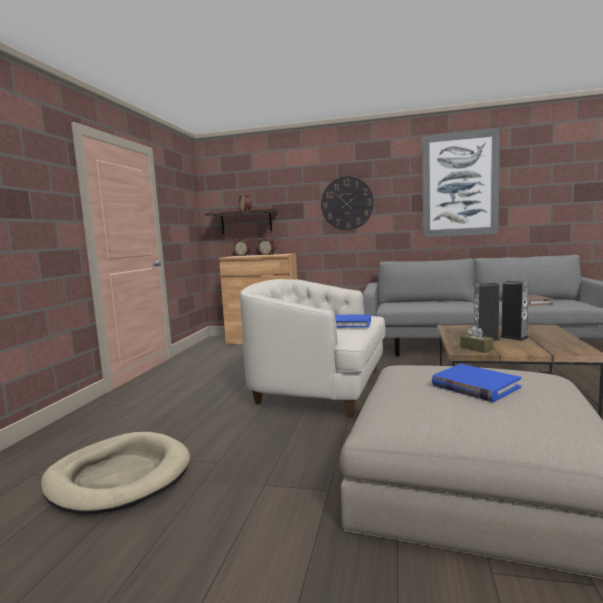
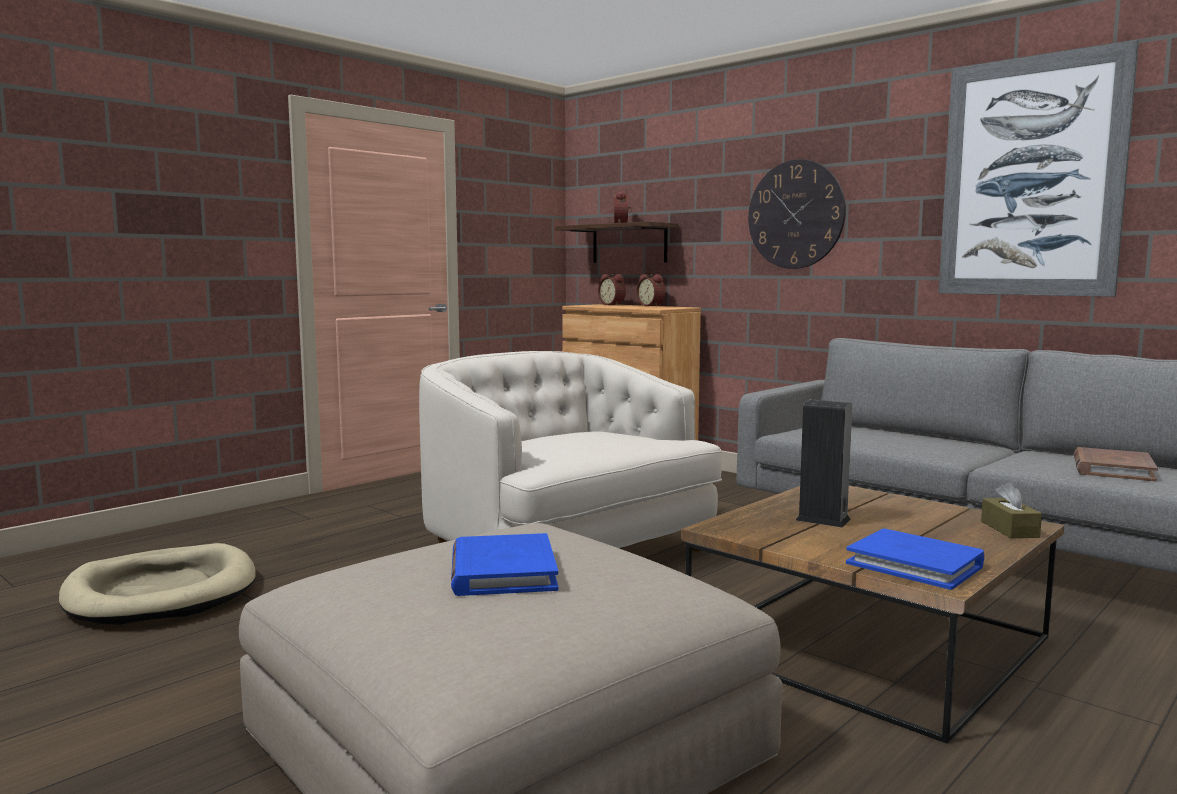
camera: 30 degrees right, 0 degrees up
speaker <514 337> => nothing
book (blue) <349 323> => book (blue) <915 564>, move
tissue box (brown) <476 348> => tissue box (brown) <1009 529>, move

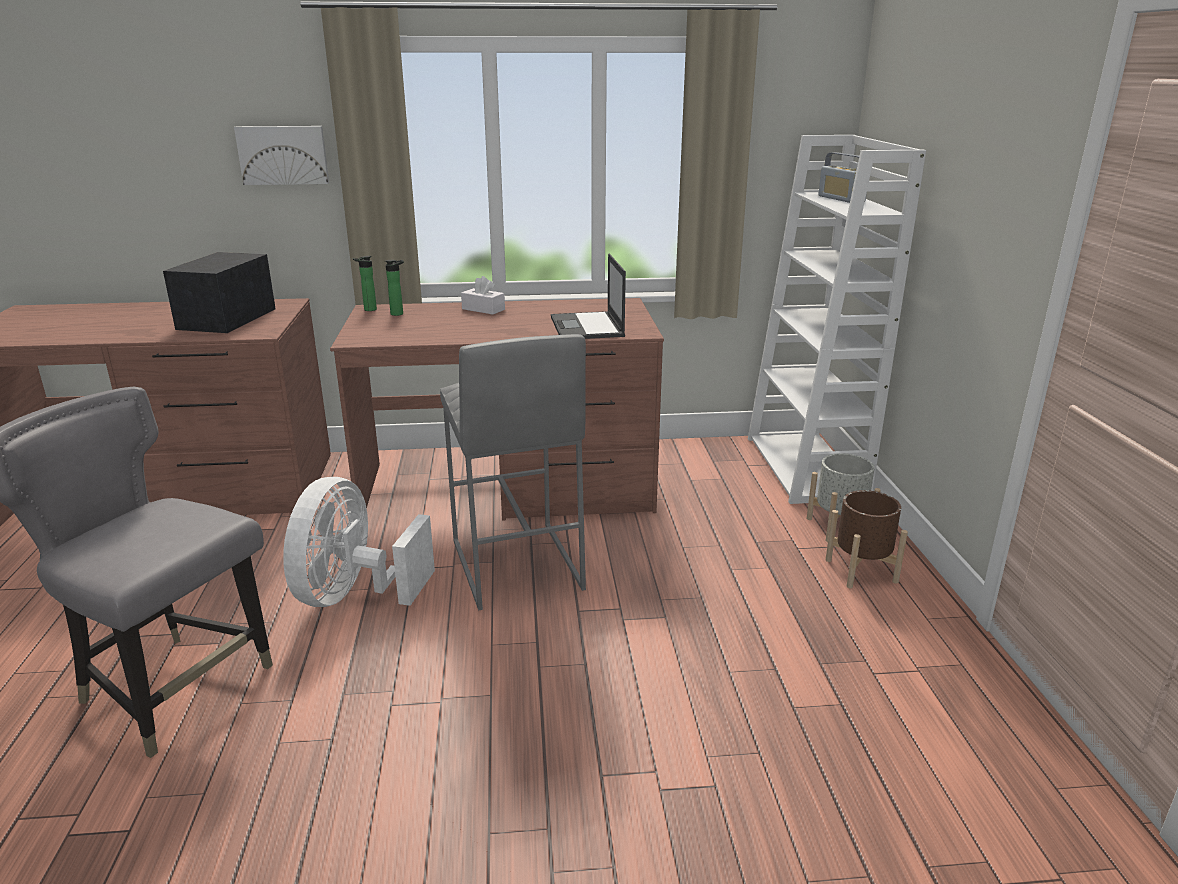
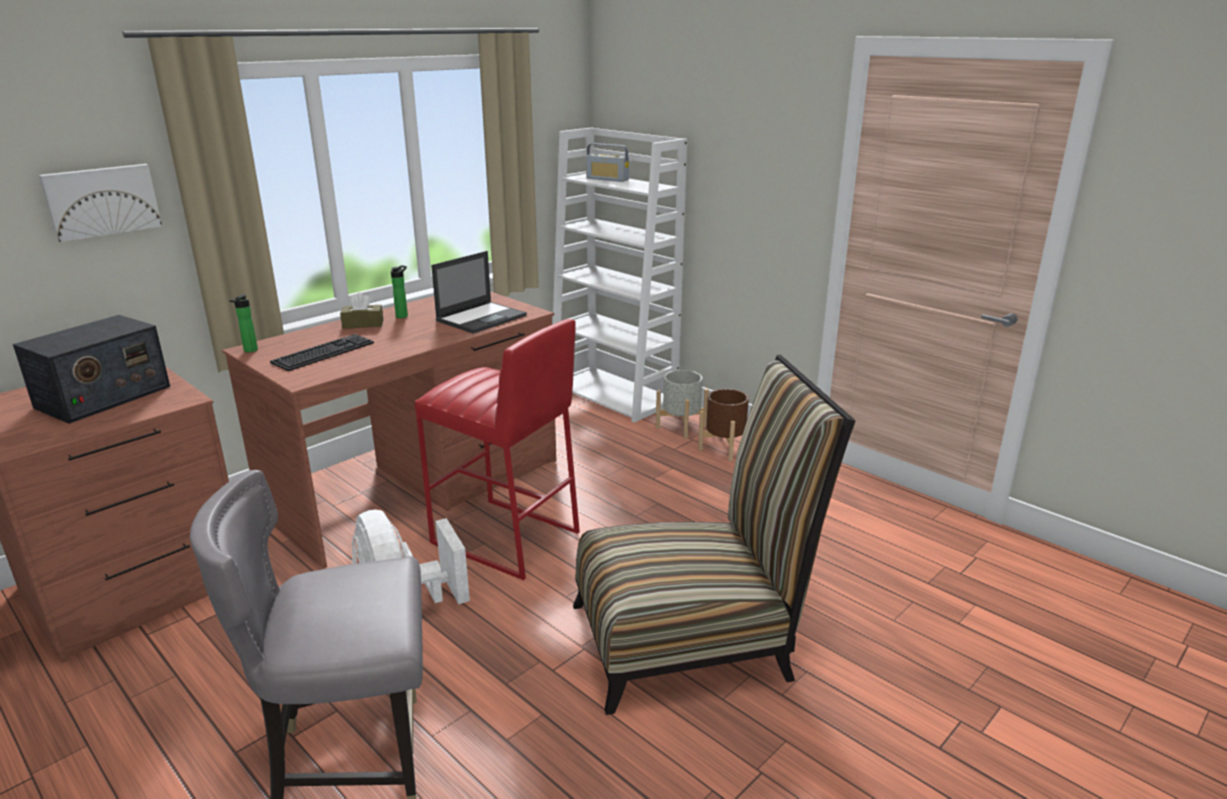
camera: 40 degrees left, 0 degrees up
nothing => keyboard <323 352>
nothing => chair <693 638>
bottle <399 314> => bottle <403 316>, move
stool (grey) <515 565> => stool (red) <505 538>
tissue box (white) <483 309> => tissue box (brown) <363 324>
radio <227 318> => radio <103 397>, 120 degrees counterclockwise
laptop <587 327> => laptop <482 318>, 90 degrees counterclockwise

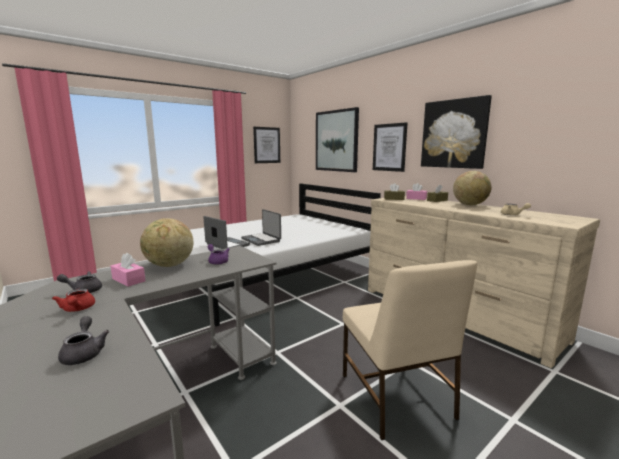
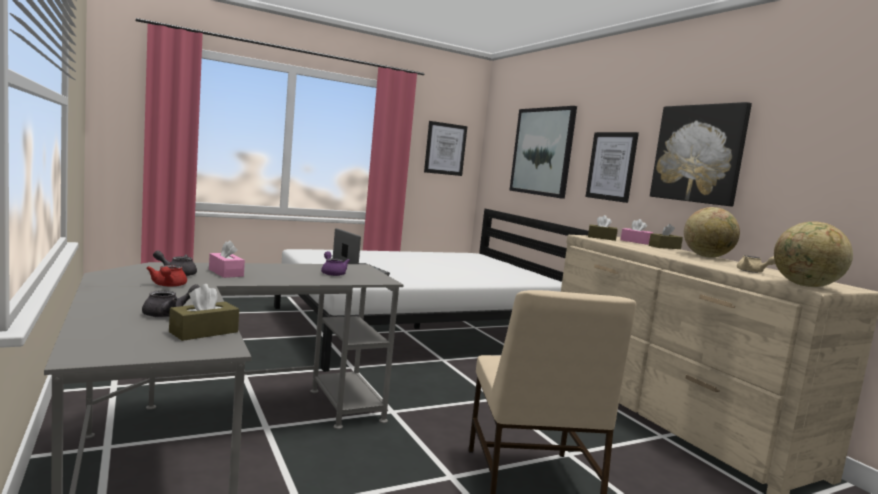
camera: 10 degrees right, 5 degrees down
laptop <261 240> => nothing
nothing => tissue box (brown) <204 332>
globe <169 265> => globe <805 286>, move
teapot (grey) <84 353> => teapot (grey) <169 314>, 60 degrees clockwise

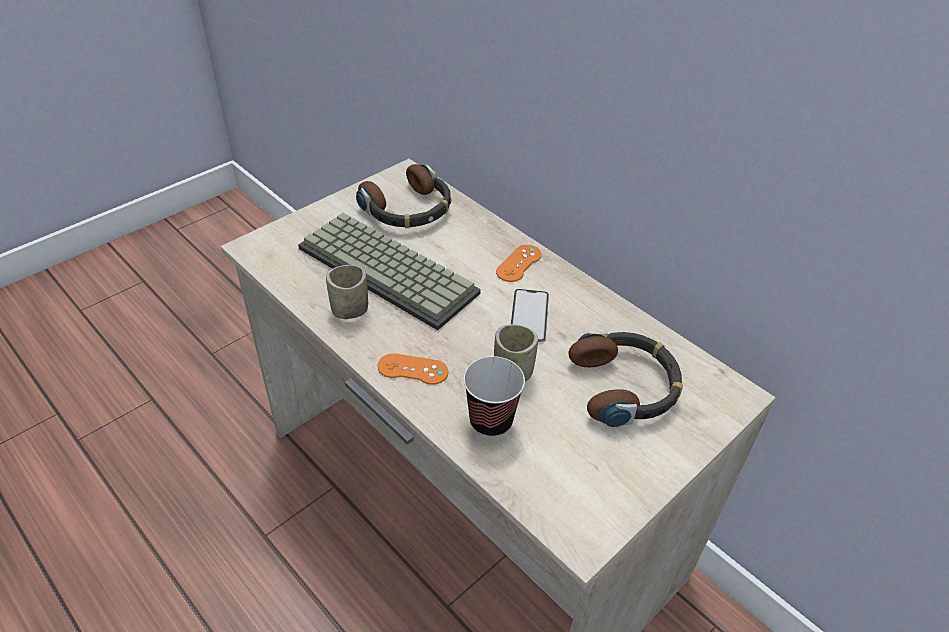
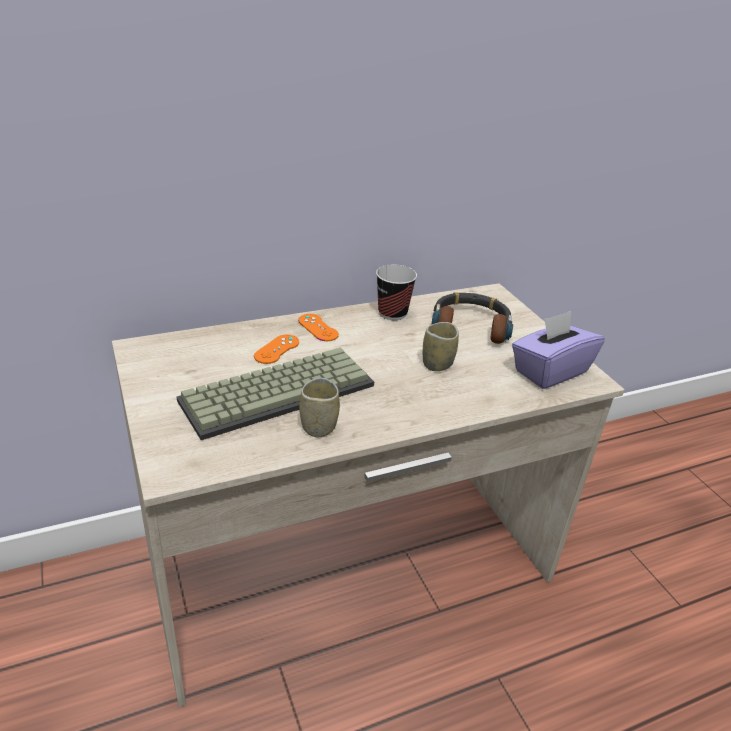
camera: 70 degrees left, 10 degrees down
headphones <408 209> => nothing
phone <529 315> => nothing
nothing => tissue box (purple) <550 371>
game controller (orange) <412 369> => game controller (orange) <277 349>, move
cup <491 421> => cup <392 313>, move

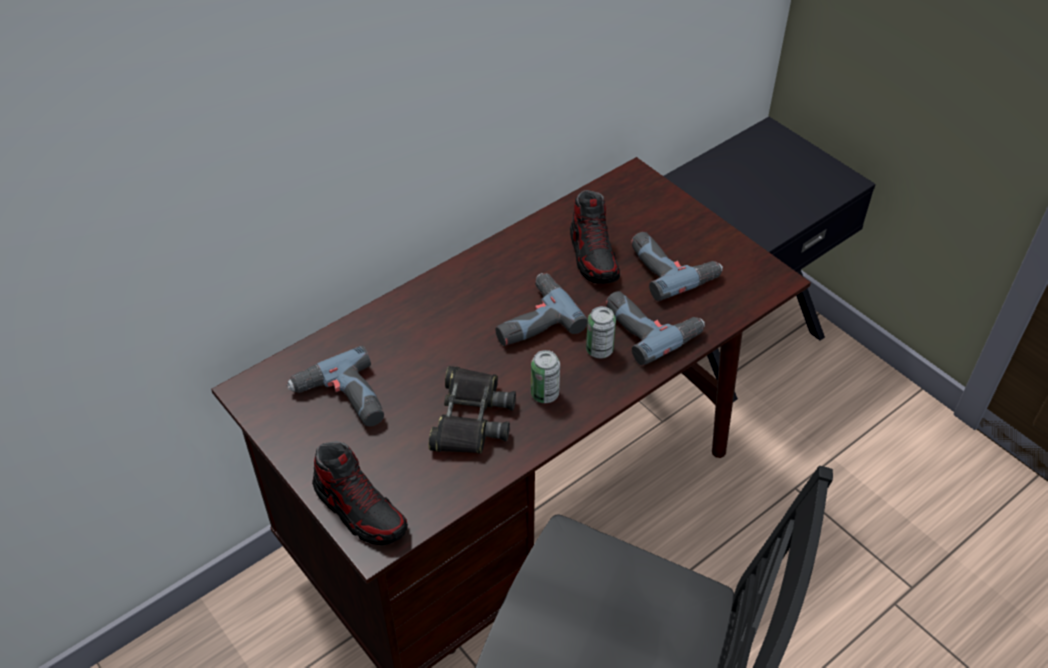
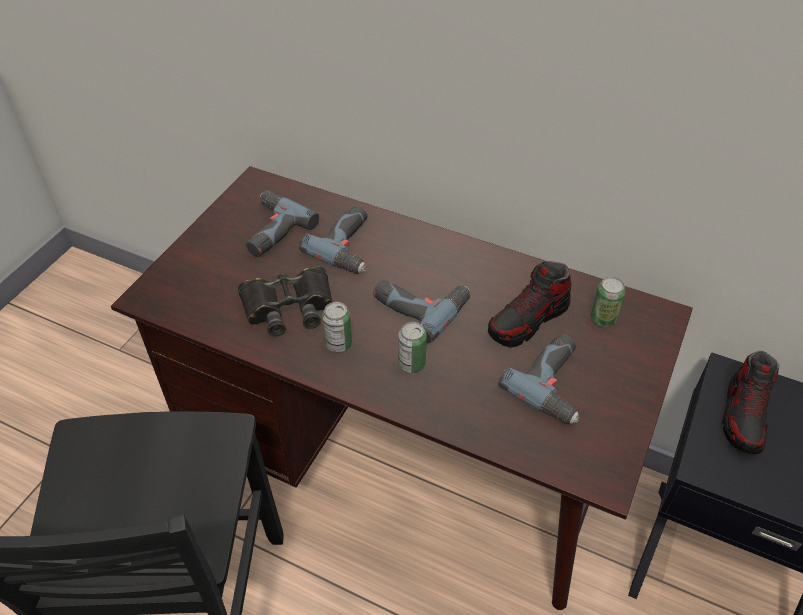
camera: 65 degrees right, 0 degrees up
nothing => can <603 318>
shoe <360 509> => shoe <744 416>, move
power drill <650 327> => power drill <350 246>, move

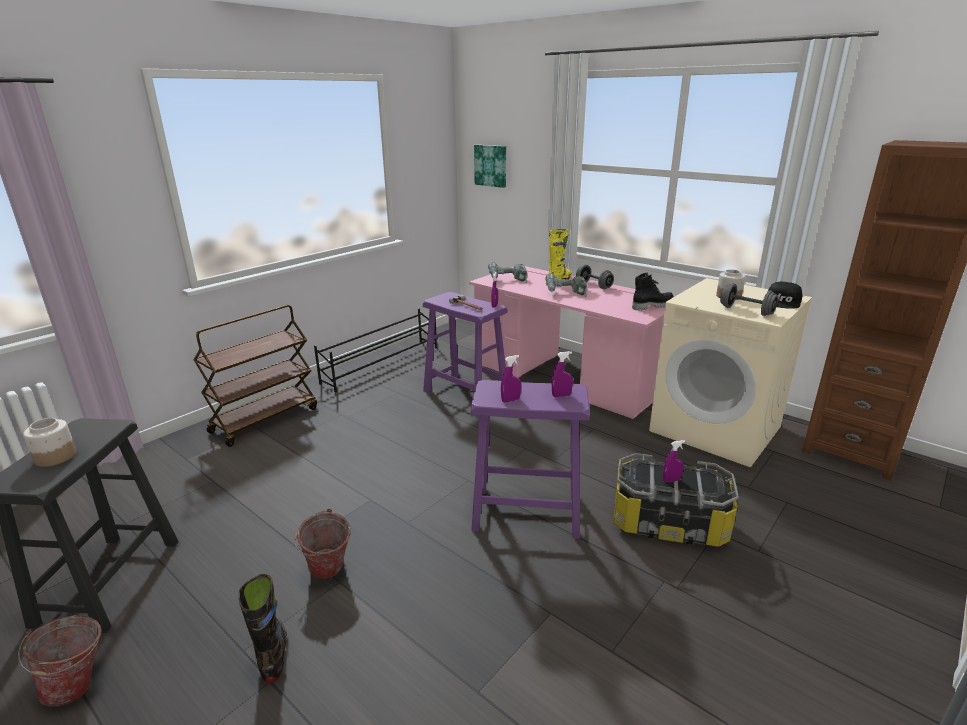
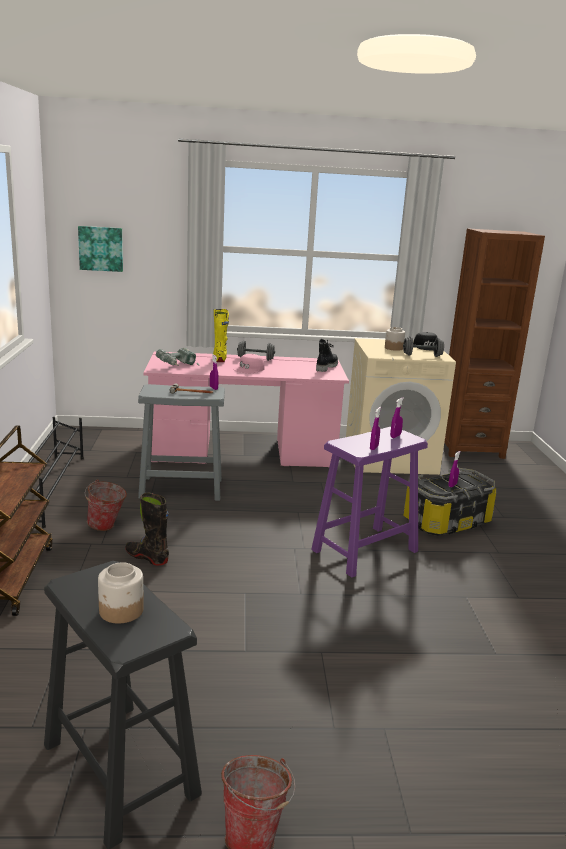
camera: 45 degrees left, 5 degrees down
boot (black) <273 654> => boot (black) <147 557>, move
bucket <328 572> => bucket <106 527>, move
power drill <565 294> => cap (pink) <249 369>
stool (purple) <465 393> => stool (grey) <180 488>

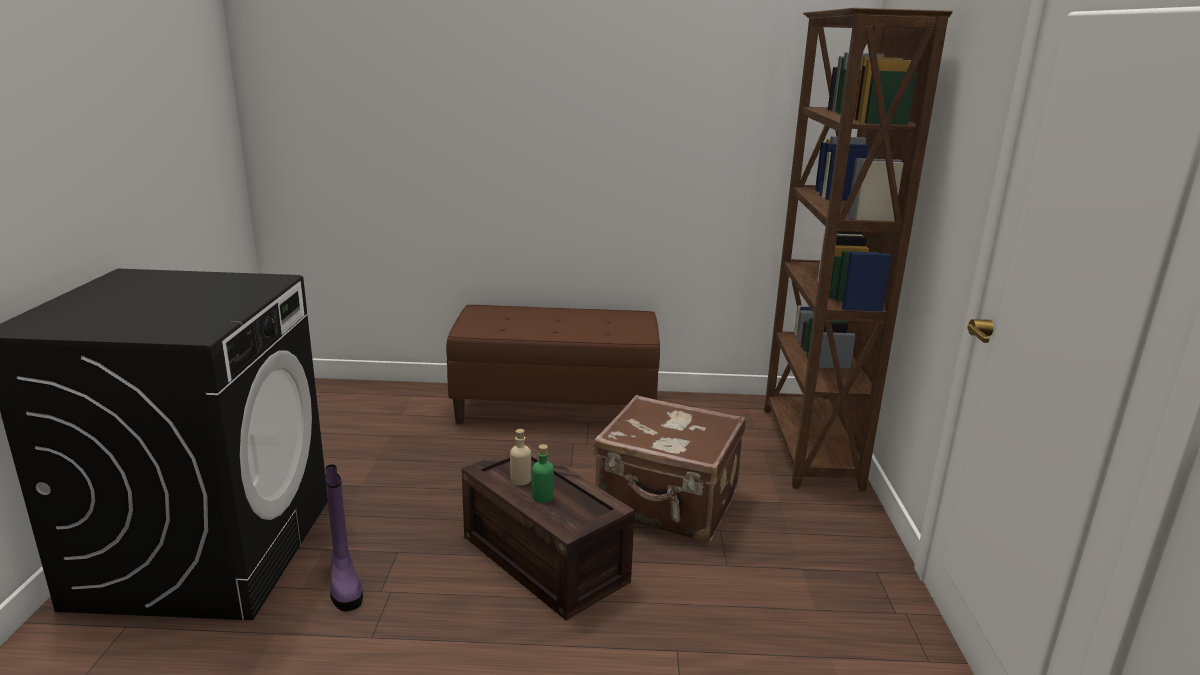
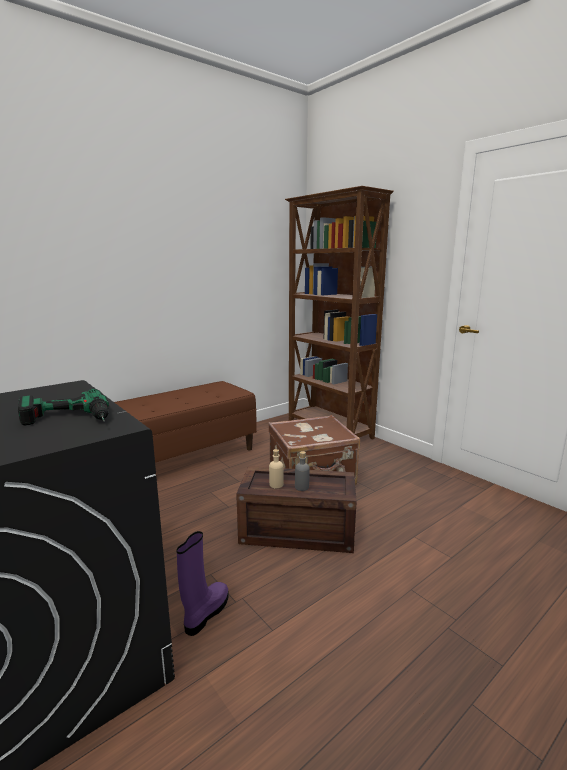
camera: 40 degrees left, 5 degrees down
nothing => power drill <67 420>
bottle (green) <542 496> => bottle (grey) <302 487>
boot (purple) <344 584> => boot (purple) <206 613>, 90 degrees counterclockwise

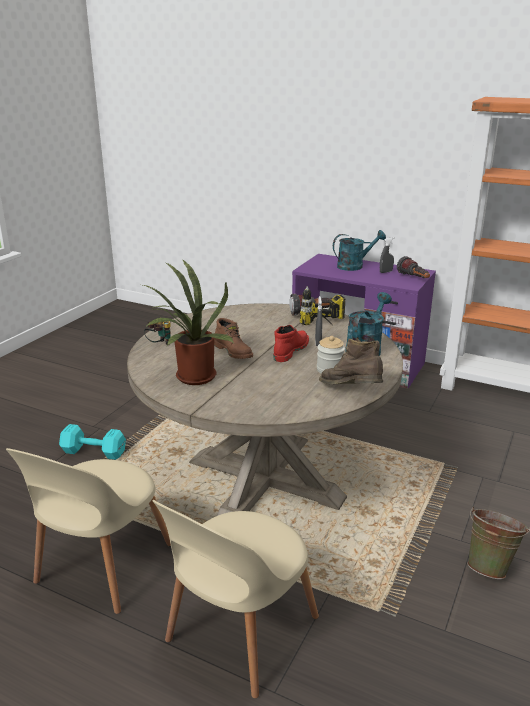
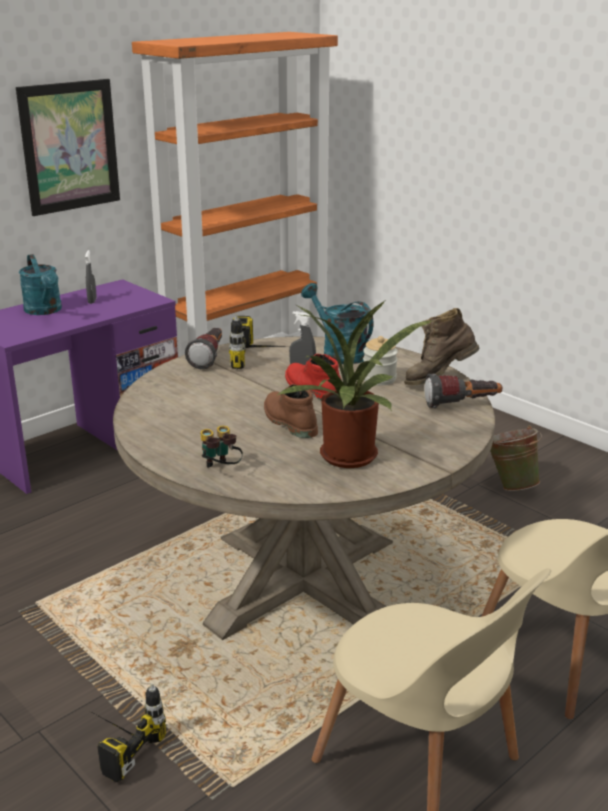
camera: 70 degrees left, 0 degrees up
nothing => picture <70 146>
flashlight <414 279> => flashlight <462 405>, move
dumbbell (turquoise) <95 452> => power drill <117 744>
boot (brown) <234 352> => boot (brown) <288 422>, 105 degrees counterclockwise
watering can (turquoise) <354 266> => watering can (turquoise) <45 311>, 150 degrees clockwise

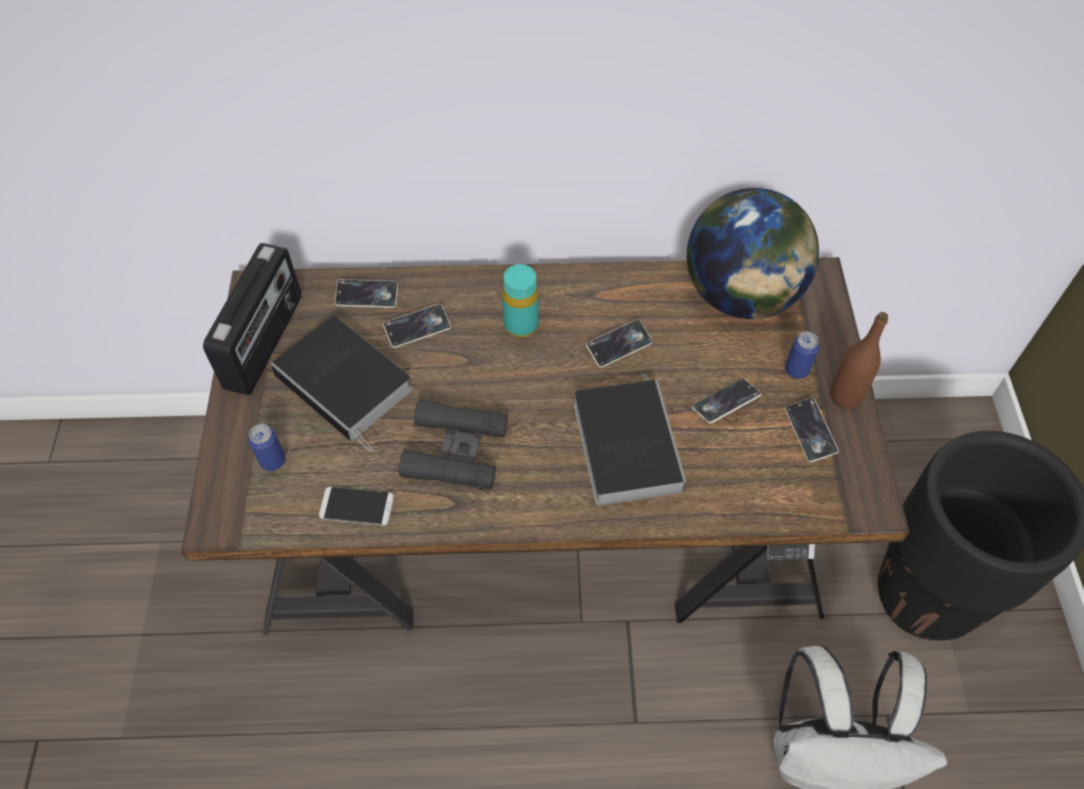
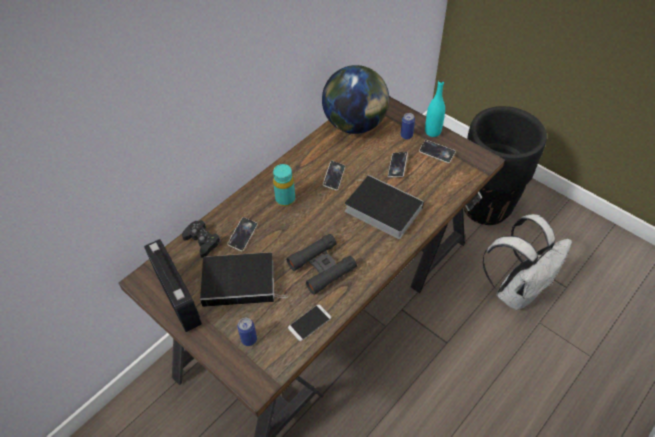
camera: 45 degrees left, 5 degrees down
phone <367 296> => game controller (black) <202 241>
bottle (brown) <845 396> => bottle (turquoise) <432 132>

